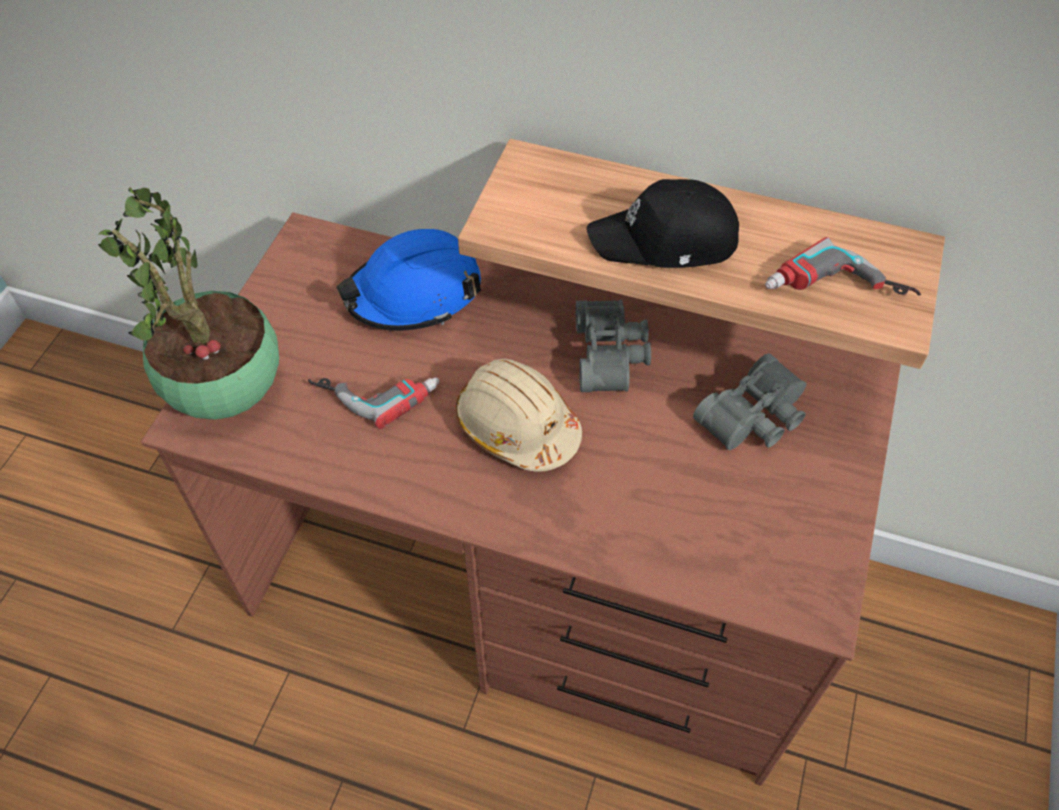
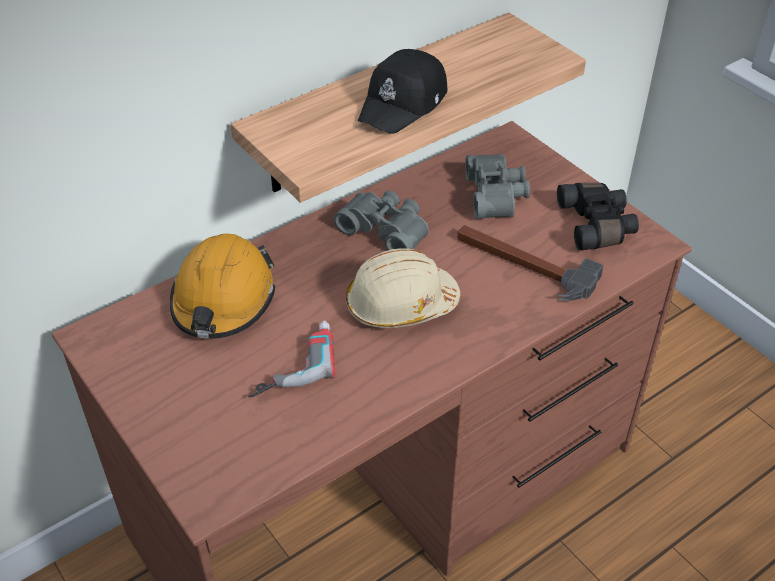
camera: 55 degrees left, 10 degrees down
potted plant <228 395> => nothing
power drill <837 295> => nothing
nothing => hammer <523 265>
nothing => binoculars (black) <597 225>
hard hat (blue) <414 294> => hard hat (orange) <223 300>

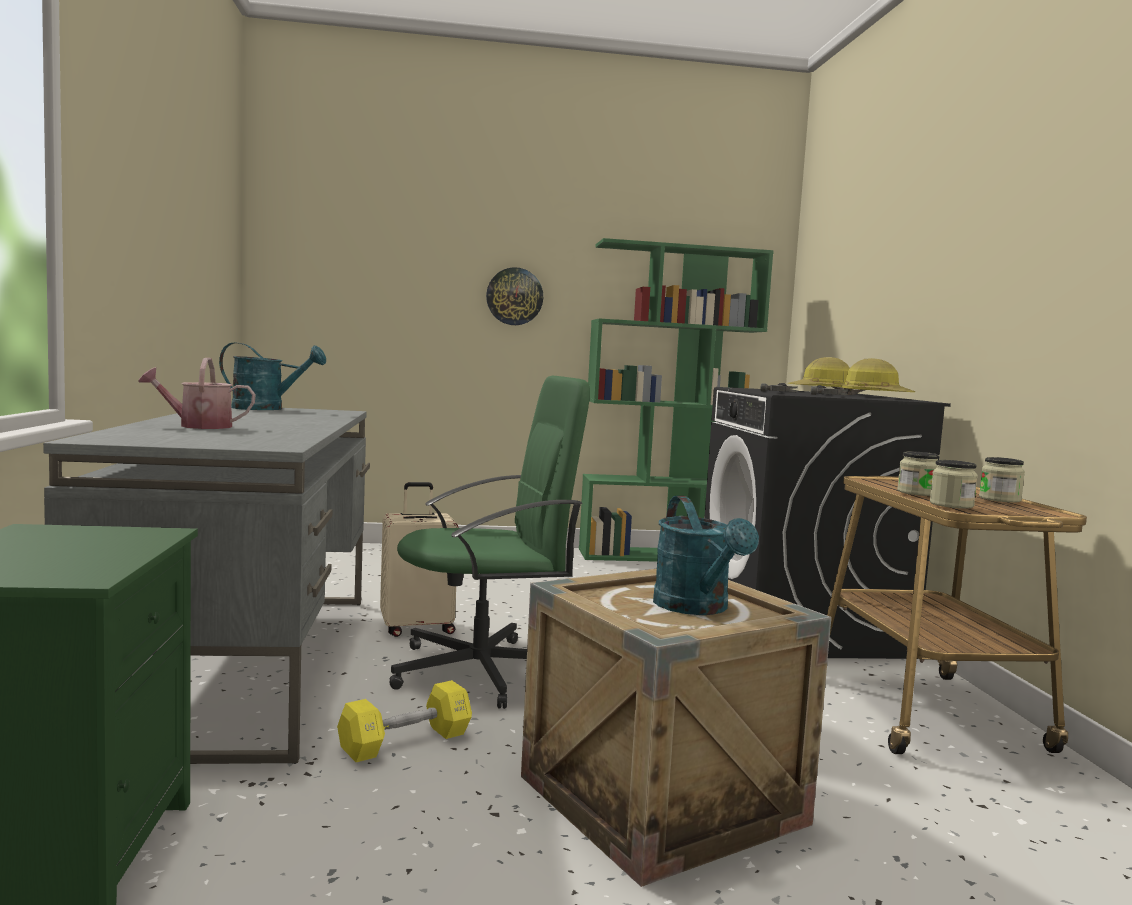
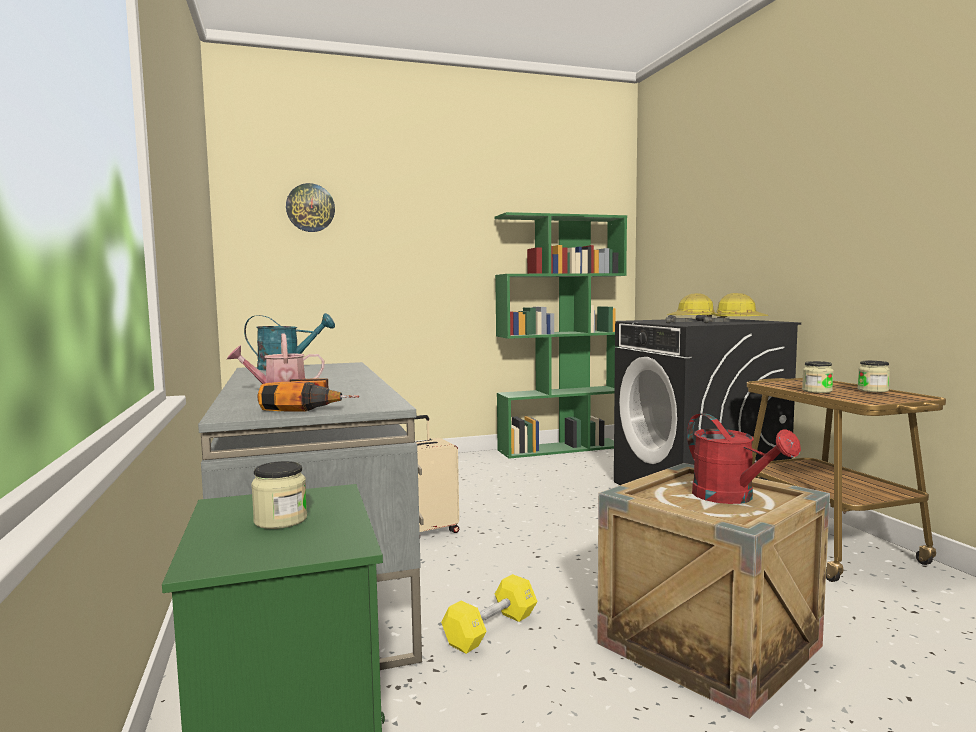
camera: 10 degrees left, 0 degrees up
office chair (green) <483 671> => nothing
nothing => power drill <312 405>
wall clock <514 296> => wall clock <310 208>, move
jar <951 505> => jar <280 520>, move
watering can (turquoise) <697 608> => watering can (red) <732 498>

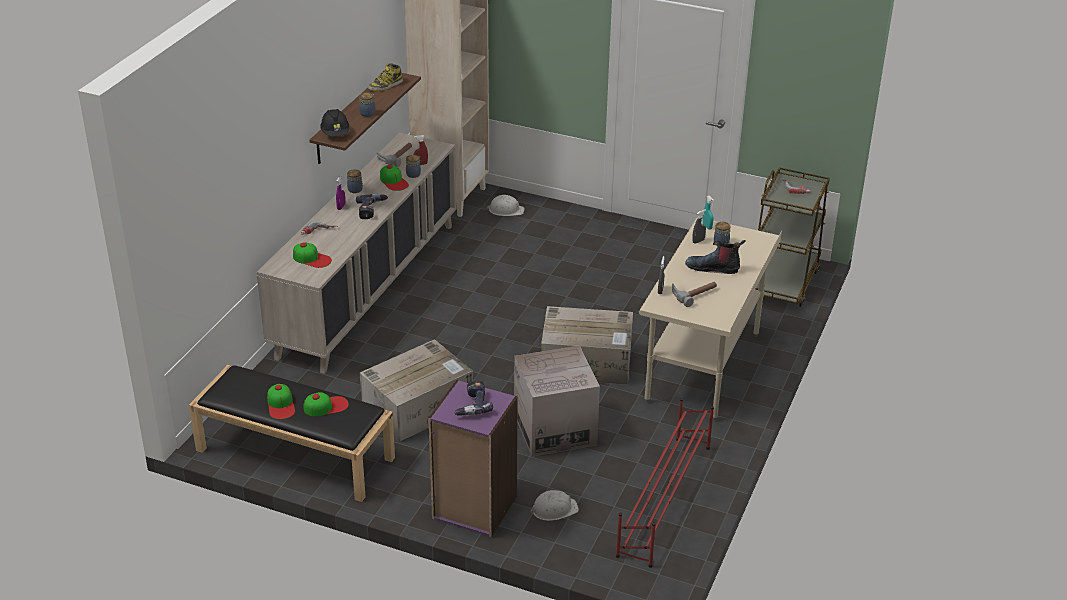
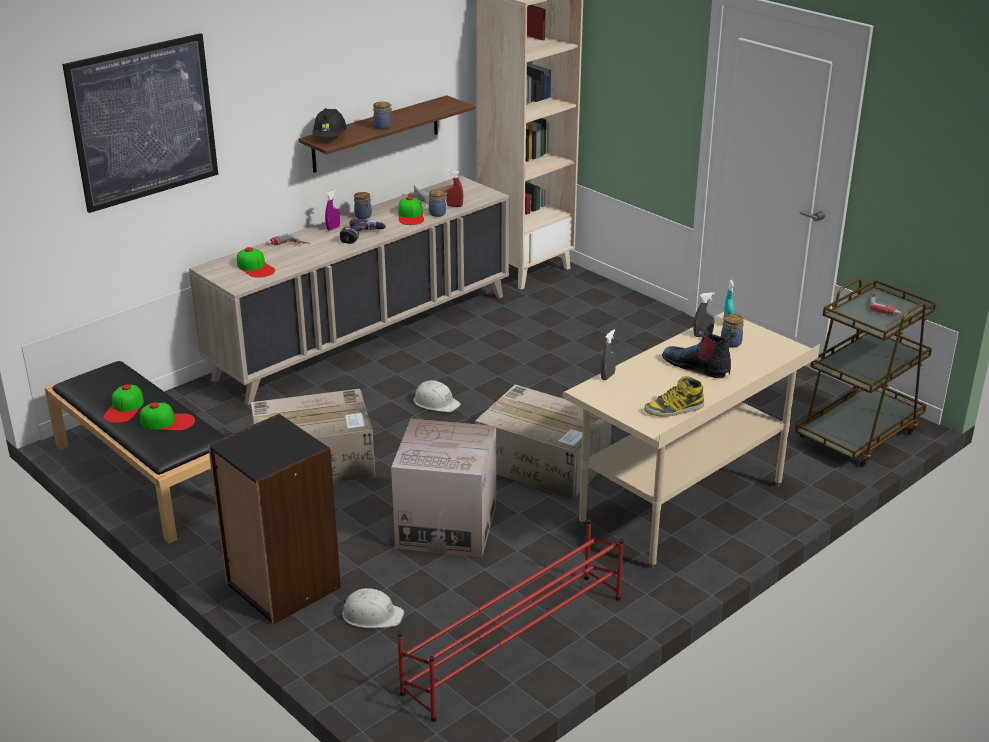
camera: 25 degrees right, 5 degrees down
power drill <471 405> => nothing
hammer <693 293> => nothing
nothing => picture <144 122>
boot <385 85> => boot <674 409>, move
hard hat (white) <506 210> => hard hat (white) <436 402>, move
bookcase (purple) <474 508> => bookcase (black) <282 586>

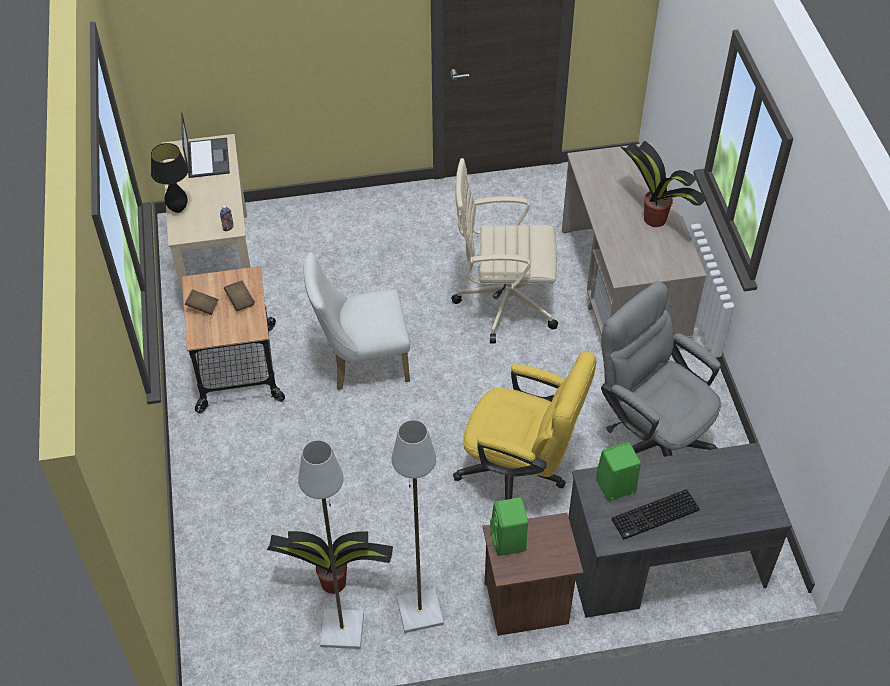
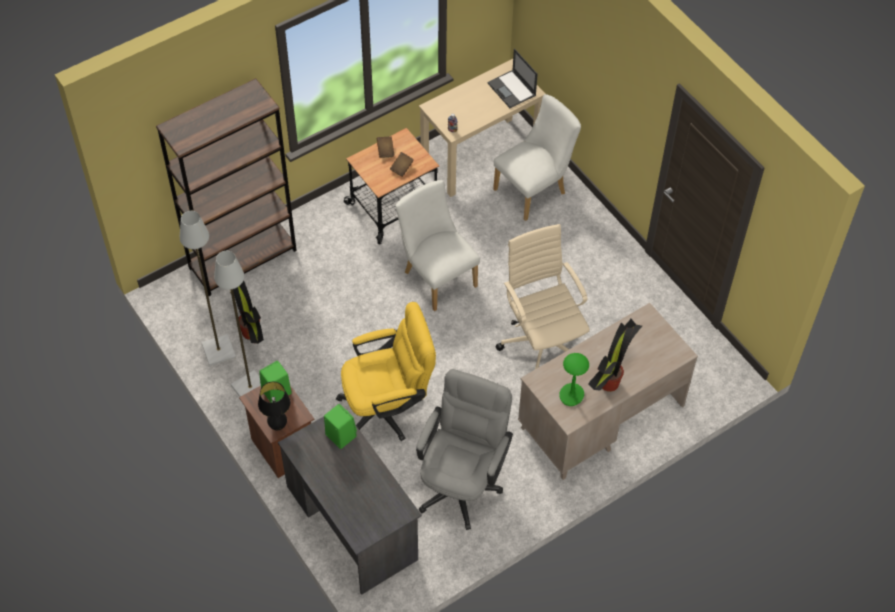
camera: 65 degrees right, 5 degrees up
keyboard <655 516> => nothing
nothing => bookcase (brown) <243 259>
nothing => chair (white) <534 190>
nothing => table lamp (green) <571 395>
table lamp (black) <178 209> => table lamp (black) <278 426>, move
laptop <207 158> => laptop <512 89>, 90 degrees clockwise
office chair (yellow) <520 473> => office chair (yellow) <388 408>, 105 degrees counterclockwise

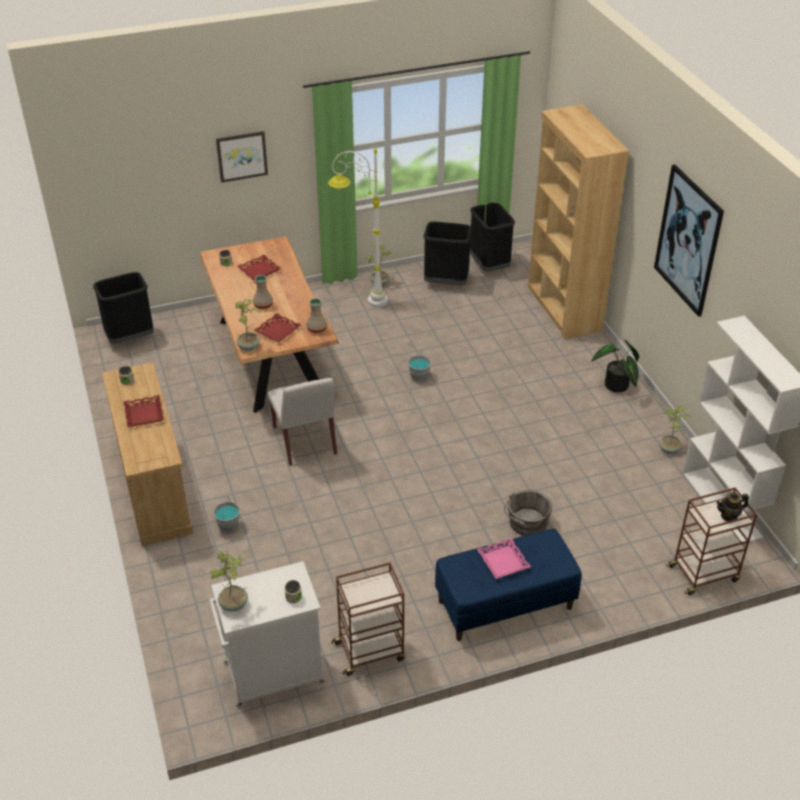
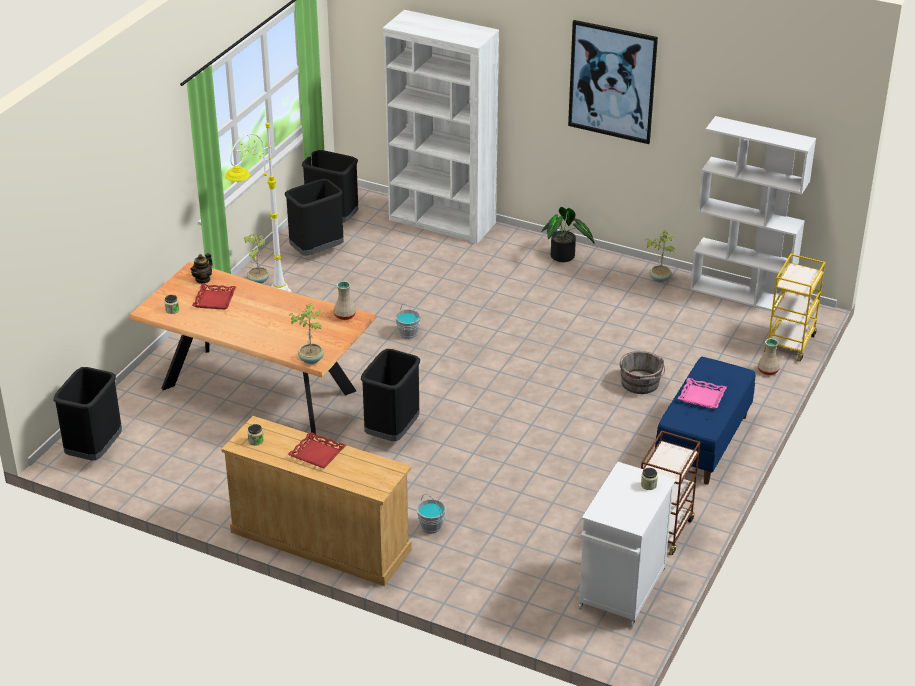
camera: 45 degrees left, 5 degrees down
potted plant <234 604> => nothing
picture <242 156> => nothing
tray (red) <277 331> => nothing
vase (beige) <263 305> => vase (beige) <767 371>, move
teapot <729 516> => teapot <203 279>, move
chair (white) <305 441> => trash can (black) <392 432>
bookcase (brown) <563 309> => bookcase (white) <442 222>
cart (brown) <704 573> => cart (yellow) <790 343>

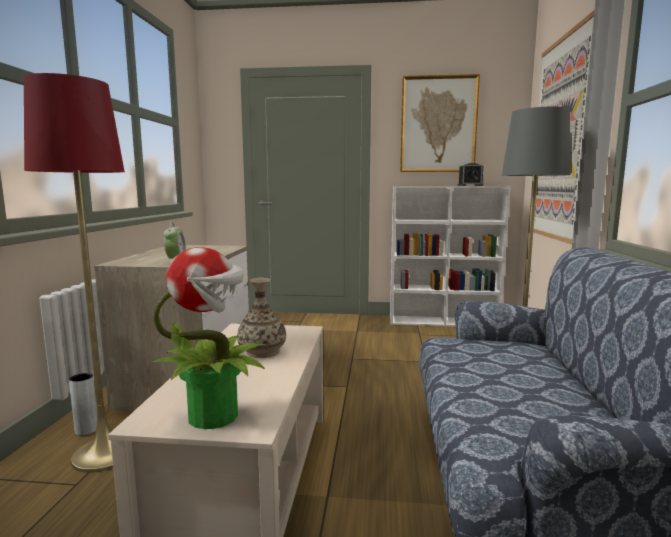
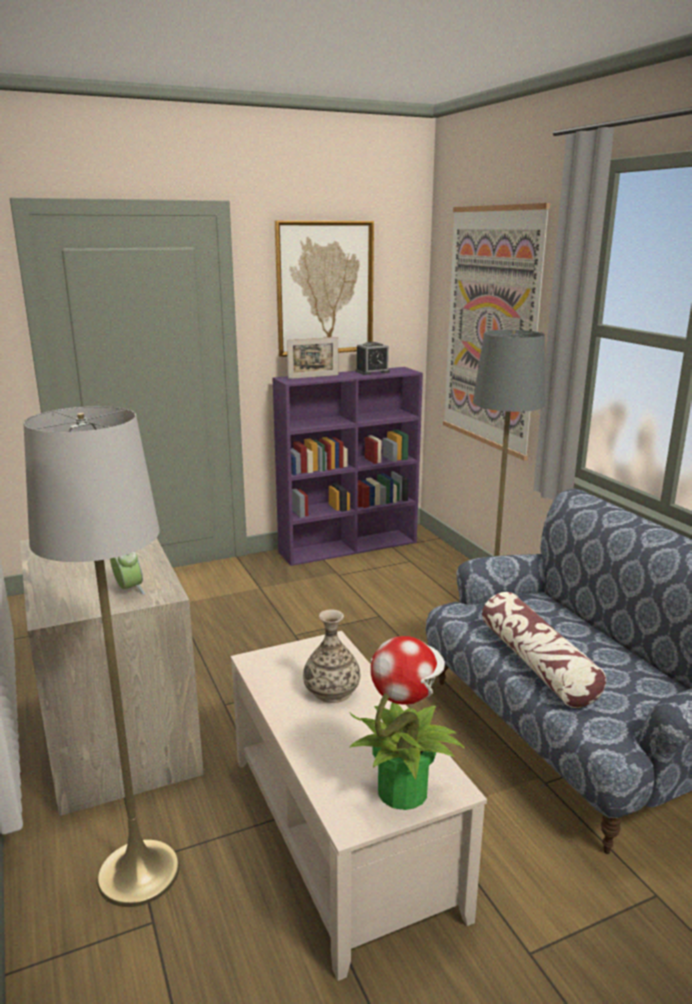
camera: 30 degrees left, 10 degrees up
vase (grey) <86 430> => nothing
nothing => picture frame <313 377>
nothing => pillow <537 664>
floor lamp (red) <105 453> => floor lamp (grey) <138 873>
bookcase (white) <444 321> => bookcase (purple) <349 546>

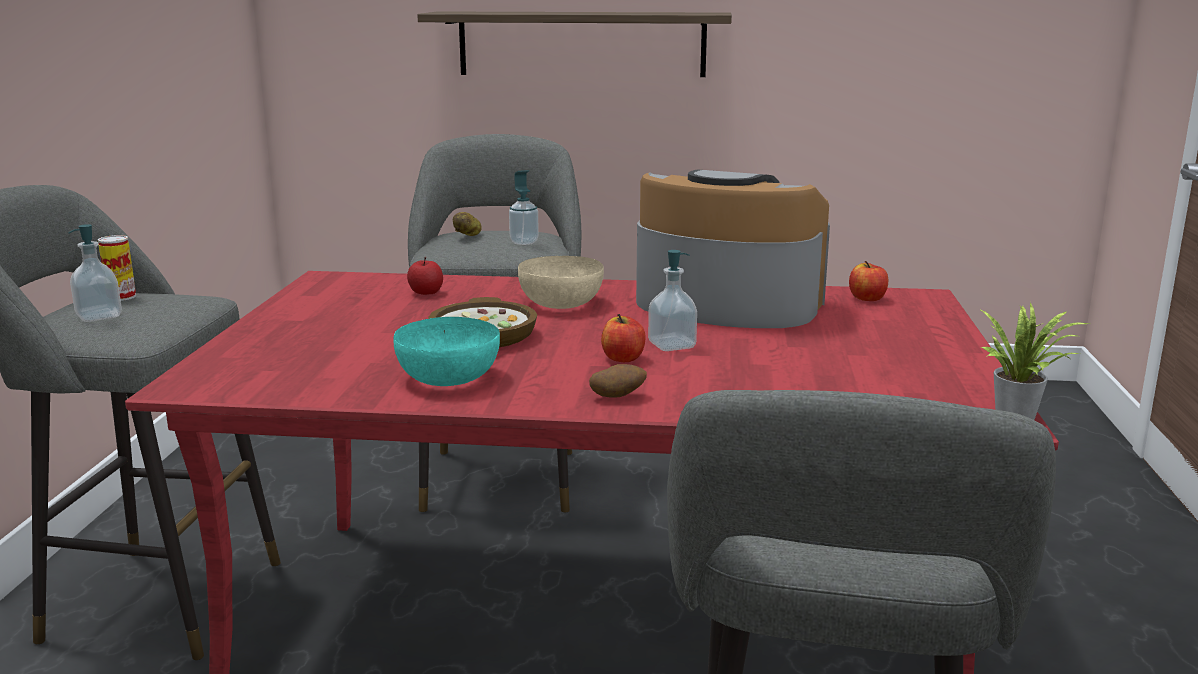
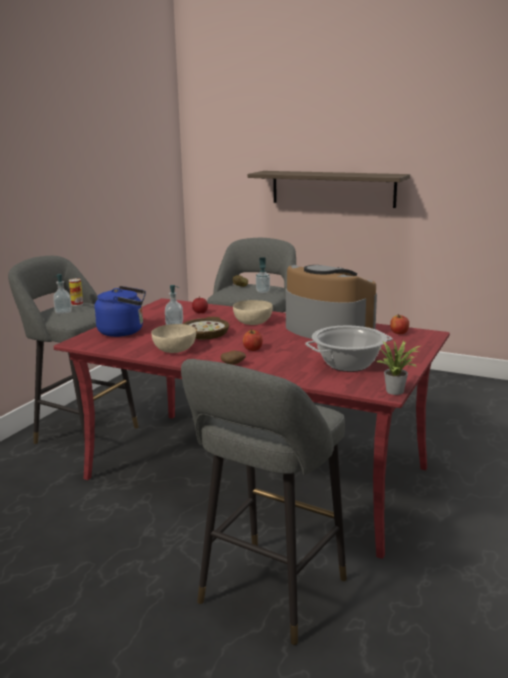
camera: 20 degrees right, 0 degrees up
nothing => kettle (blue) <124 331>
nothing => cooking pot <348 364>
soap dispenser <672 345> => soap dispenser <174 324>, move
bowl (turquoise) <450 378> => bowl (beige) <175 349>

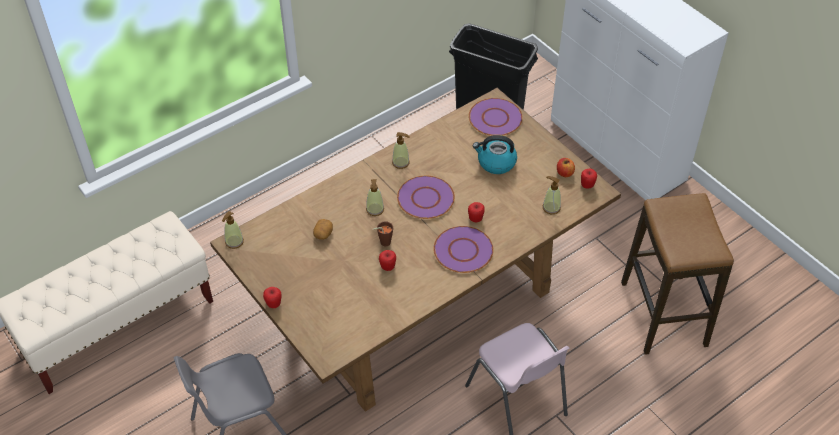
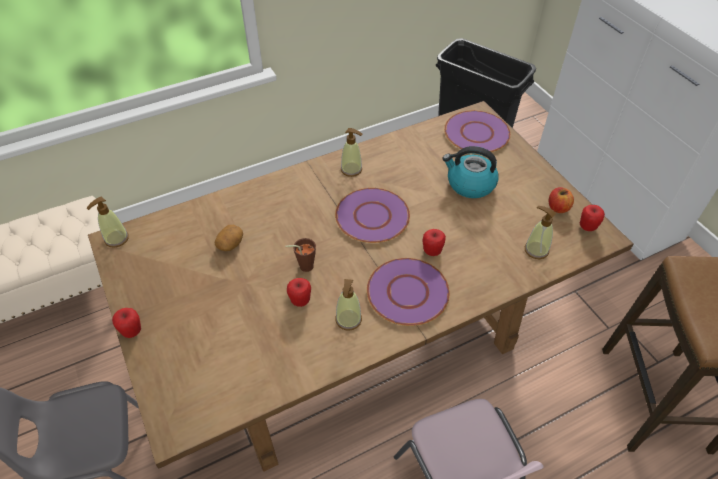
camera: 10 degrees right, 0 degrees up
soap dispenser <375 209> => soap dispenser <348 320>, move

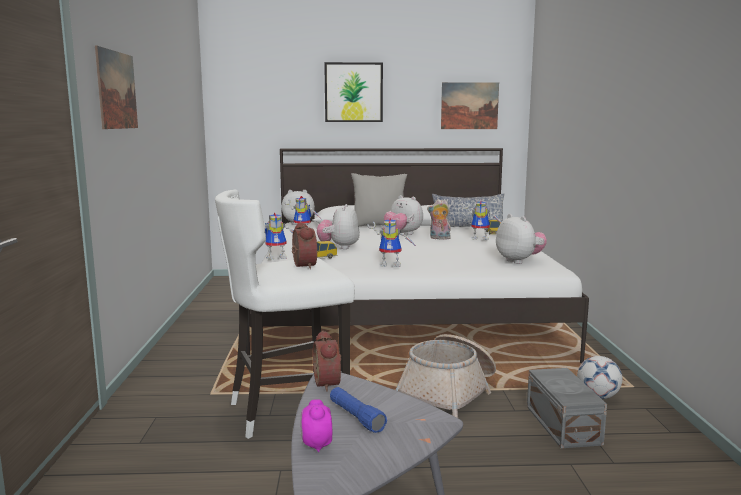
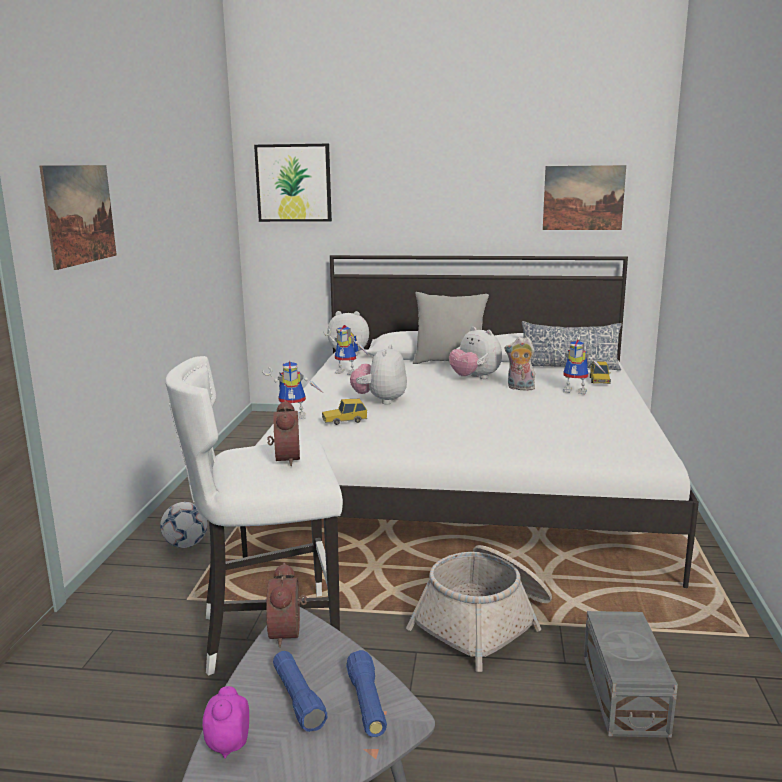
camera: 10 degrees right, 5 degrees up
toy robot <392 265> => nothing
plush toy <519 261> => nothing
nothing => flashlight (blue) <367 704>
picture <353 92> => picture <293 183>, move
football <597 396> => football <186 545>, move

